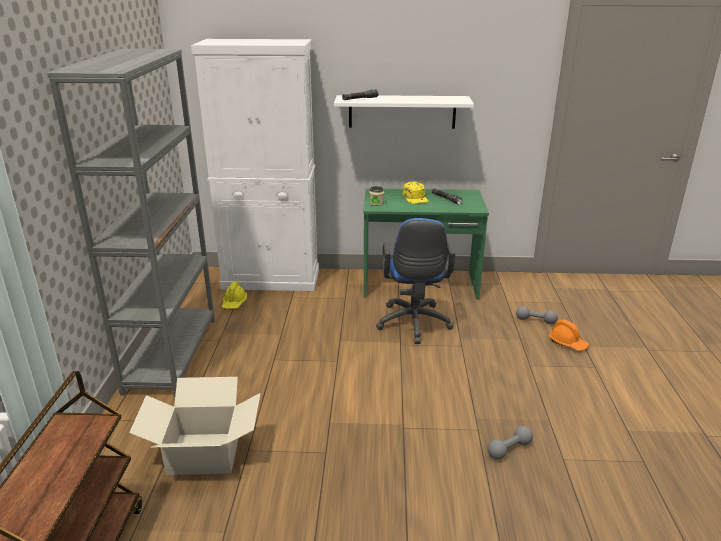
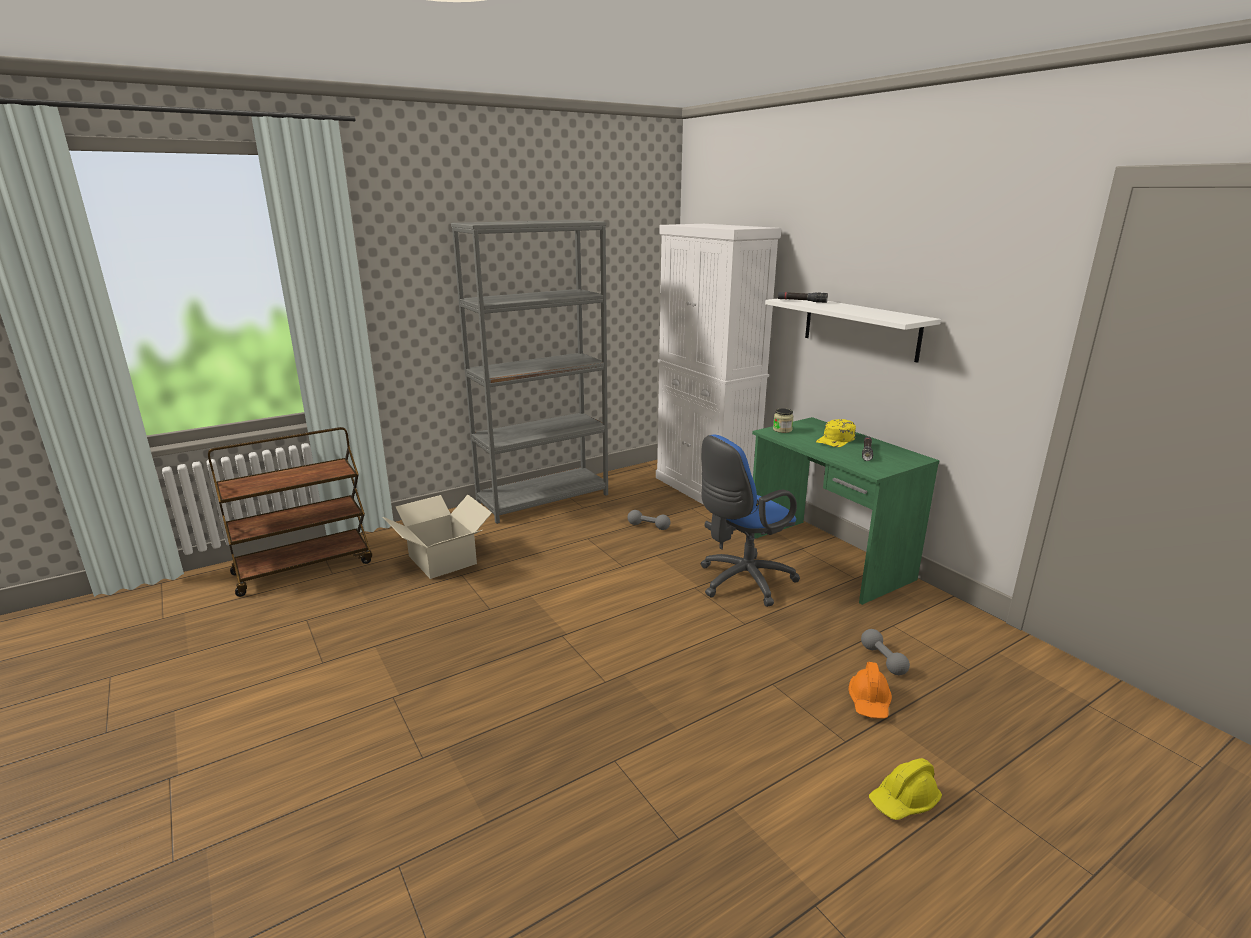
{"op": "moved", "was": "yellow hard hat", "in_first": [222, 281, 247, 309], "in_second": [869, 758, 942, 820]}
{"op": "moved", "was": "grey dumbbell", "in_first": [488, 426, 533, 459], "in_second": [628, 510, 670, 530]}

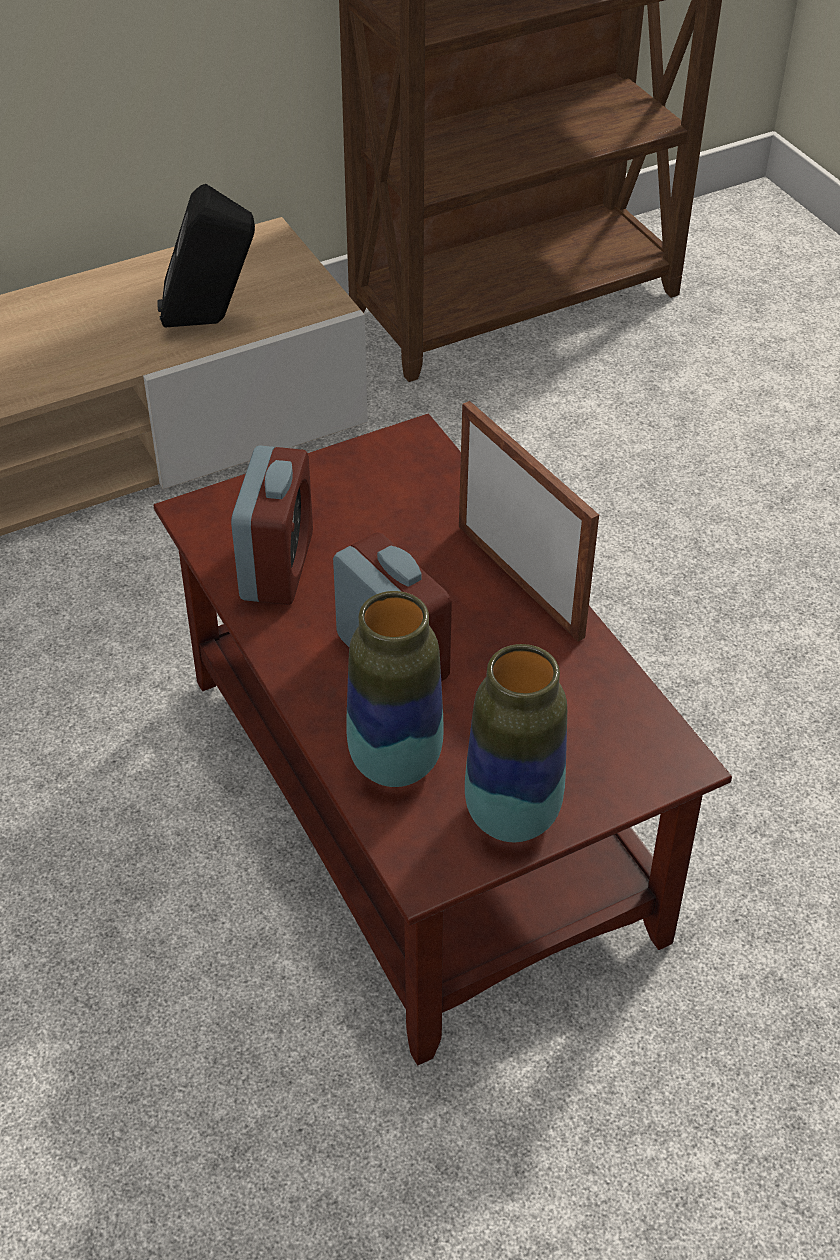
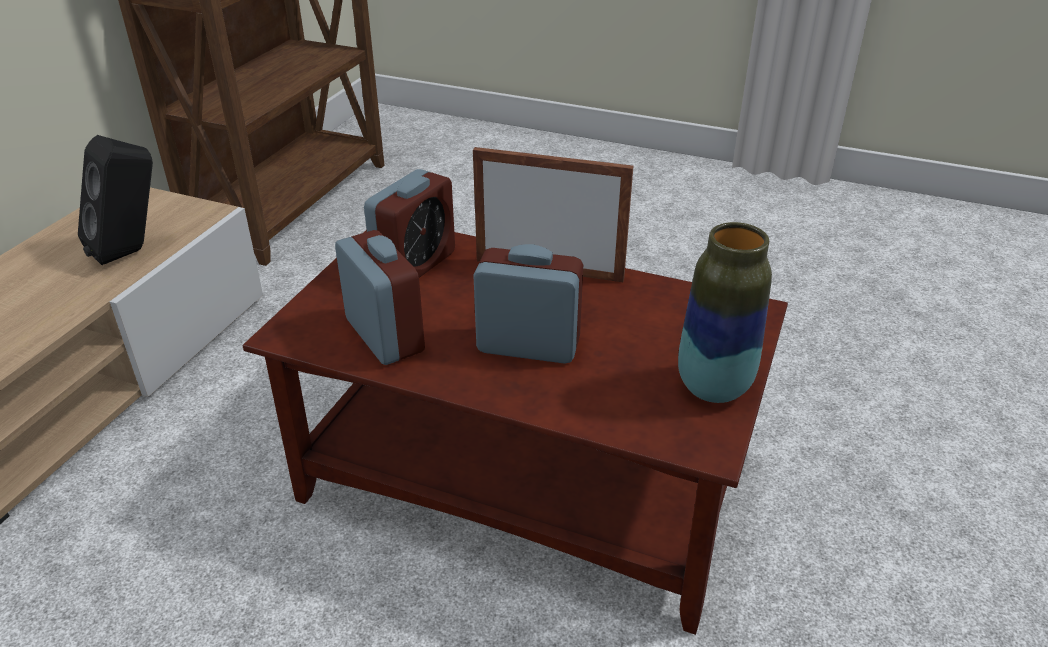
{"op": "removed", "was": "decorative vase", "in_first": [346, 591, 444, 787]}
{"op": "added", "now": "bedside clock", "in_second": [364, 169, 455, 278]}

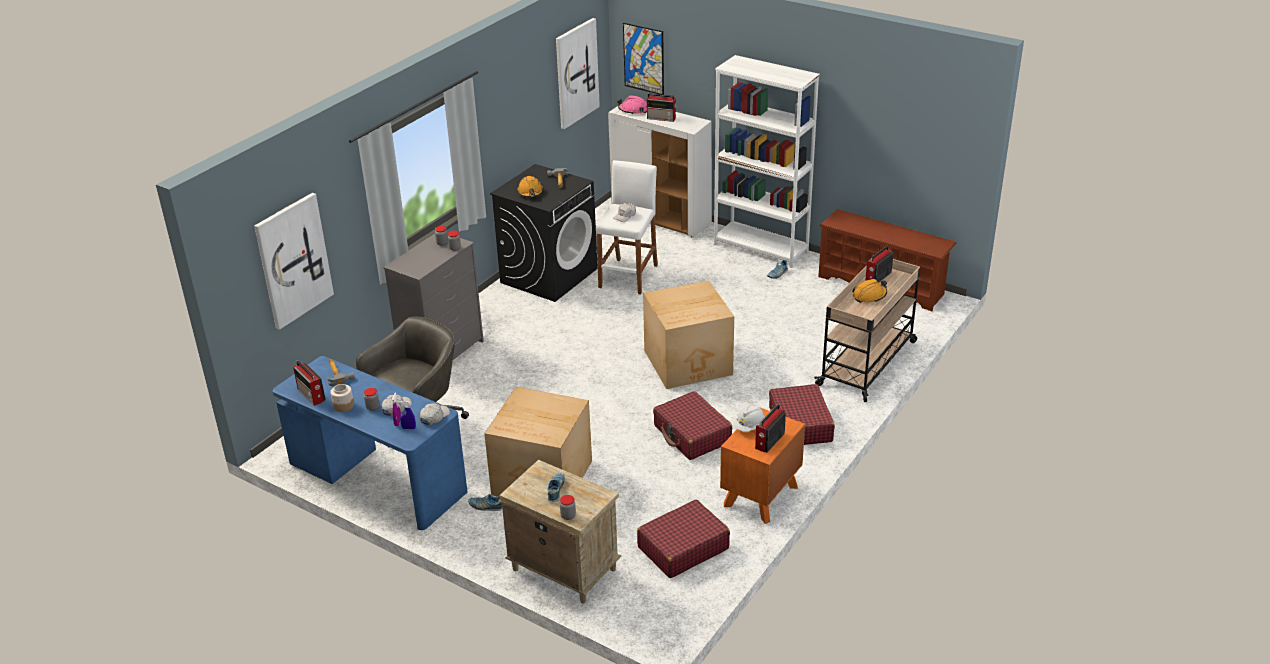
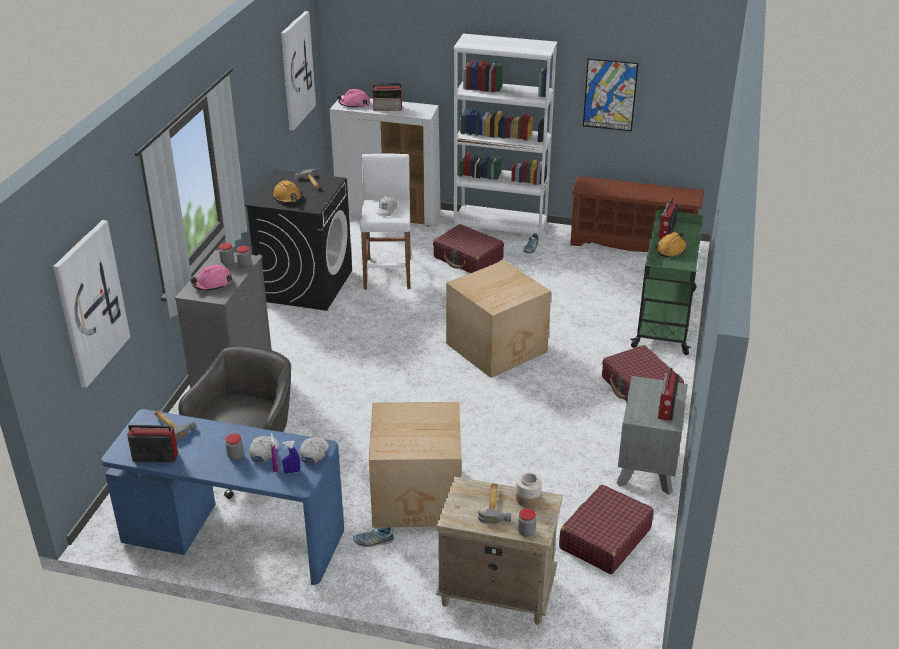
{"op": "turned", "was": "radio set", "in_first": [293, 360, 326, 406], "in_second": [127, 425, 178, 463], "clockwise": 150}
{"op": "moved", "was": "storage jar", "in_first": [330, 384, 354, 412], "in_second": [516, 473, 542, 507]}
{"op": "replaced", "was": "low shoe", "now": "hammer", "in_first": [547, 472, 565, 502], "in_second": [478, 483, 511, 524]}
{"op": "moved", "was": "wall art", "in_first": [623, 23, 664, 95], "in_second": [583, 58, 639, 131]}
{"op": "moved", "was": "red-coloured suitcase", "in_first": [653, 391, 732, 460], "in_second": [433, 224, 504, 273]}
{"op": "recoloured", "was": "orange night table", "now": "grey night table", "in_first": [720, 407, 805, 524], "in_second": [616, 376, 688, 495]}
{"op": "removed", "was": "white hard hat", "in_first": [733, 404, 765, 432]}
{"op": "recoloured", "was": "beige-coloured wheeled cart", "now": "green wheeled cart", "in_first": [814, 259, 920, 402], "in_second": [630, 210, 703, 355]}
{"op": "added", "now": "pink hard hat", "in_second": [190, 264, 232, 291]}

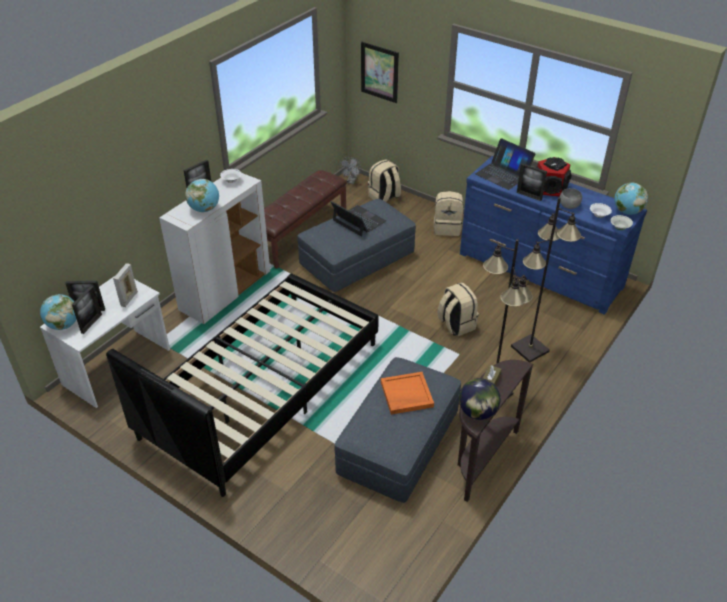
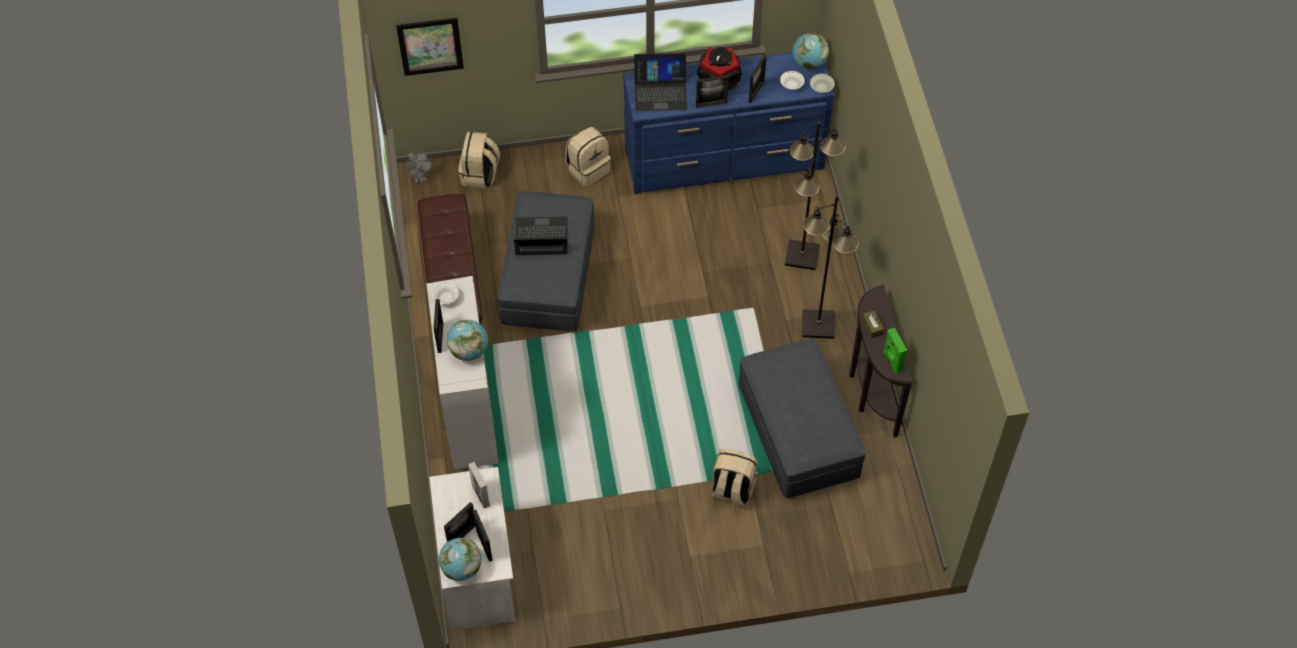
{"op": "removed", "was": "blackish bed", "in_first": [106, 273, 379, 497]}
{"op": "removed", "was": "orange carrying tray", "in_first": [381, 372, 434, 415]}
{"op": "moved", "was": "beige-coloured knapsack", "in_first": [438, 283, 479, 336], "in_second": [711, 449, 758, 507]}
{"op": "replaced", "was": "desk globe", "now": "green audio speaker", "in_first": [459, 378, 500, 420], "in_second": [883, 328, 907, 374]}
{"op": "replaced", "was": "grey serving bowl", "now": "picture frame", "in_first": [560, 188, 582, 209], "in_second": [749, 55, 767, 103]}

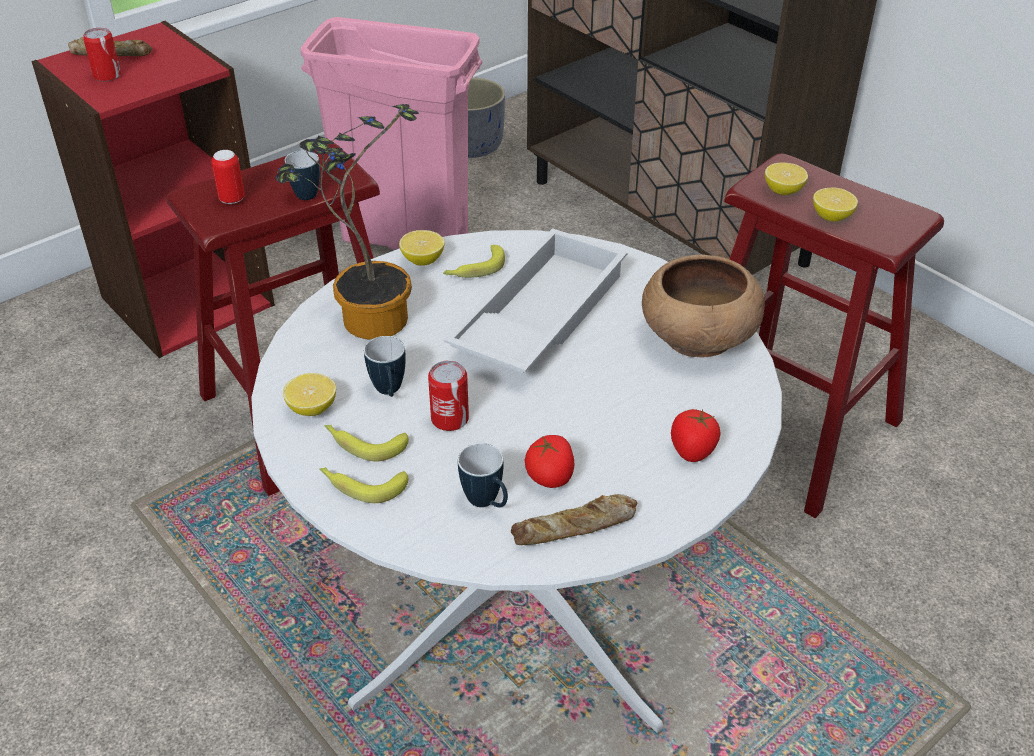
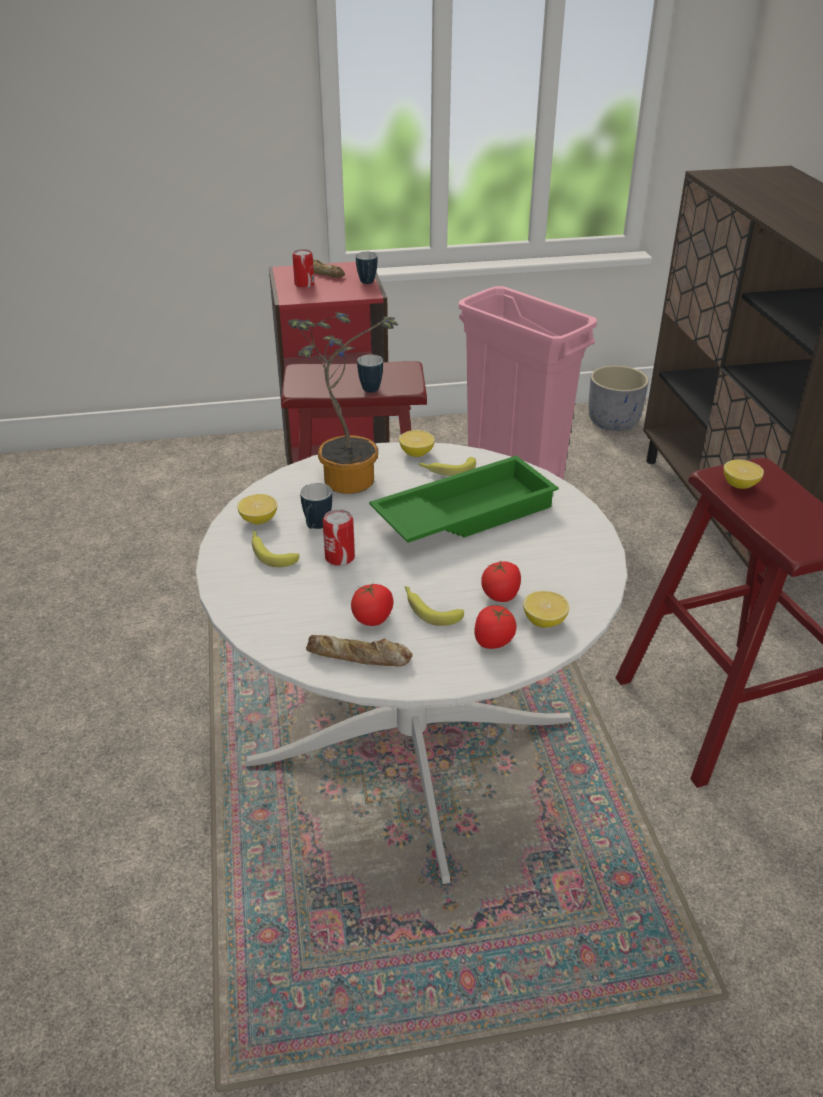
{"op": "removed", "was": "sealed can", "in_first": [211, 150, 245, 204]}
{"op": "moved", "was": "whole banana", "in_first": [320, 467, 408, 503], "in_second": [404, 586, 464, 626]}
{"op": "recoloured", "was": "white carrying tray", "now": "green carrying tray", "in_first": [444, 228, 628, 374], "in_second": [369, 455, 559, 543]}
{"op": "moved", "was": "mug", "in_first": [458, 443, 508, 508], "in_second": [356, 252, 377, 284]}
{"op": "removed", "was": "brown serving bowl", "in_first": [642, 255, 765, 357]}
{"op": "moved", "was": "citrus fruit", "in_first": [813, 188, 858, 222], "in_second": [523, 591, 569, 628]}
{"op": "added", "now": "fresh tomato", "in_second": [481, 561, 521, 602]}

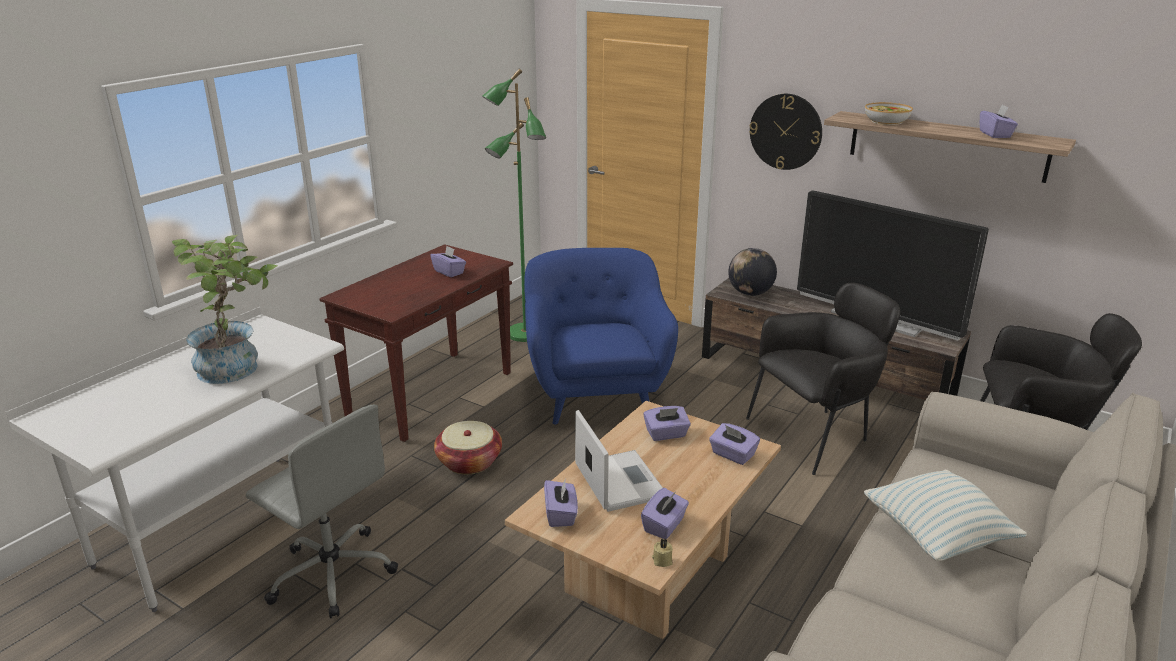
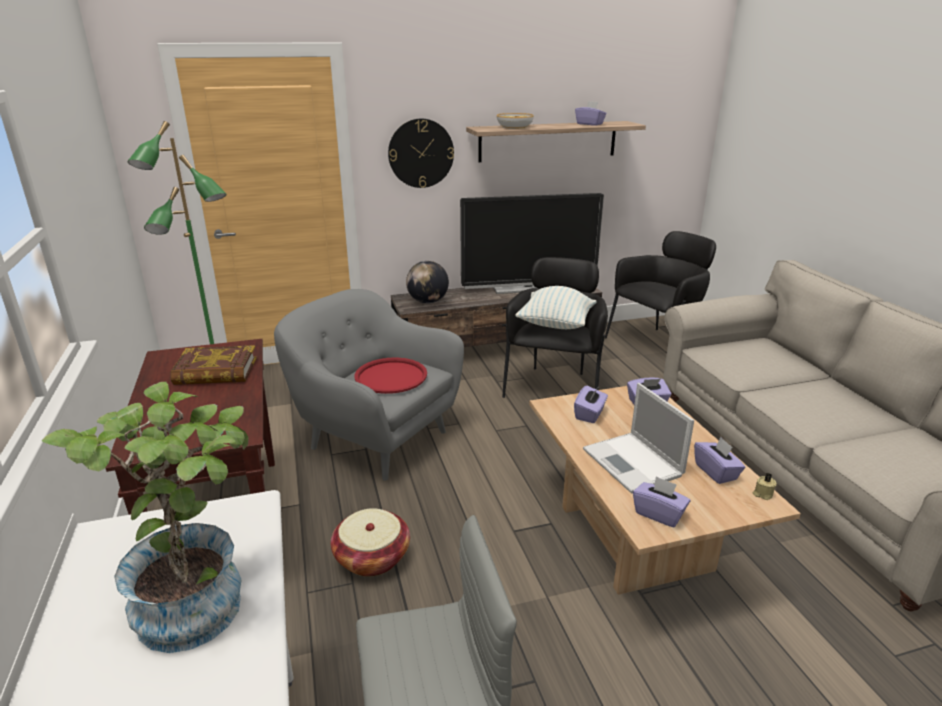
{"op": "replaced", "was": "purple-coloured tissue box", "now": "bound book", "in_first": [430, 246, 466, 277], "in_second": [170, 345, 256, 385]}
{"op": "recoloured", "was": "blue easy chair", "now": "grey easy chair", "in_first": [524, 248, 678, 425], "in_second": [274, 289, 464, 481]}
{"op": "turned", "was": "portable computer", "in_first": [575, 410, 663, 512], "in_second": [583, 383, 694, 494], "clockwise": -135}
{"op": "moved", "was": "cushion", "in_first": [864, 470, 1027, 561], "in_second": [516, 286, 597, 329]}
{"op": "added", "now": "red-coloured carrying tray", "in_second": [355, 358, 427, 394]}

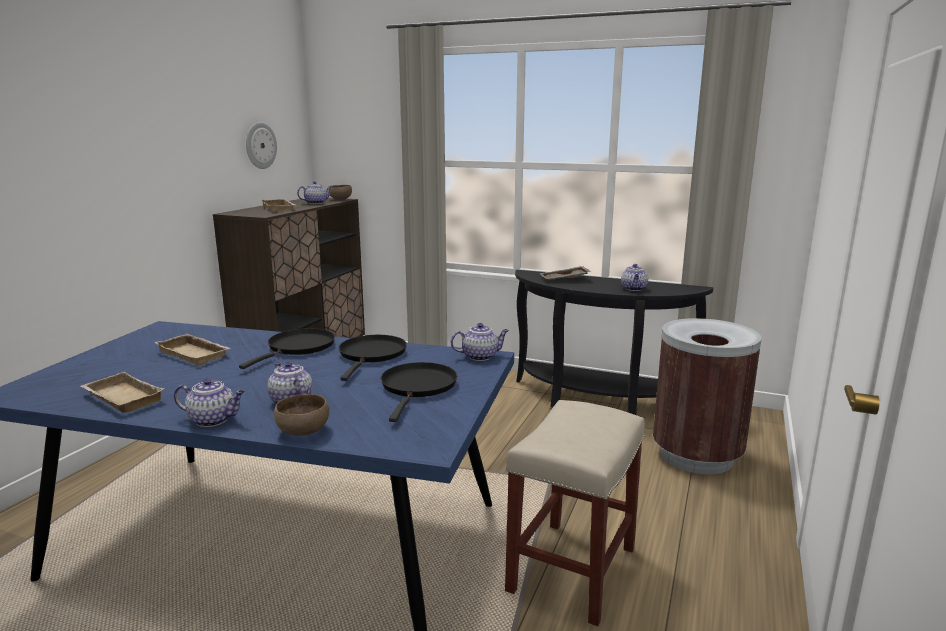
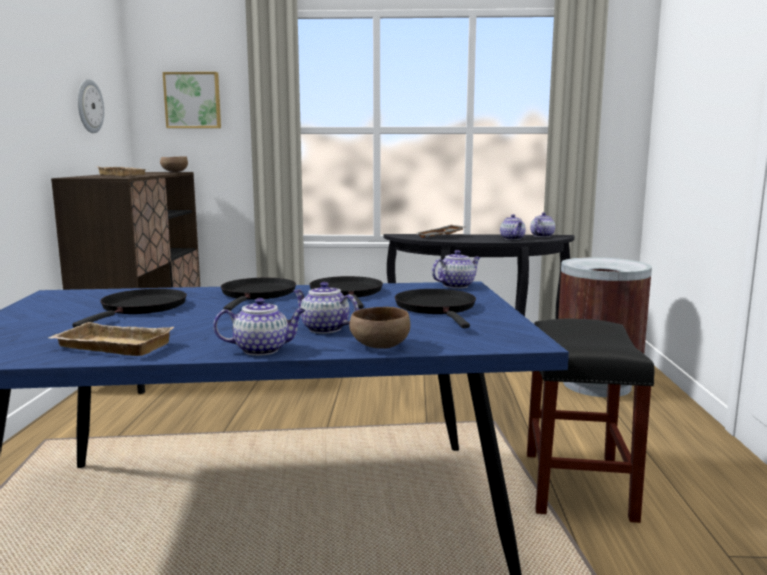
{"op": "replaced", "was": "beige-coloured carrying tray", "now": "blackish skillet", "in_first": [154, 334, 231, 366], "in_second": [72, 289, 187, 328]}
{"op": "moved", "was": "tea pot", "in_first": [297, 181, 332, 204], "in_second": [530, 212, 555, 237]}
{"op": "recoloured", "was": "beige-coloured stool seat", "now": "blackish stool seat", "in_first": [505, 400, 645, 626], "in_second": [527, 319, 655, 523]}
{"op": "added", "now": "wall art", "in_second": [163, 72, 221, 128]}

